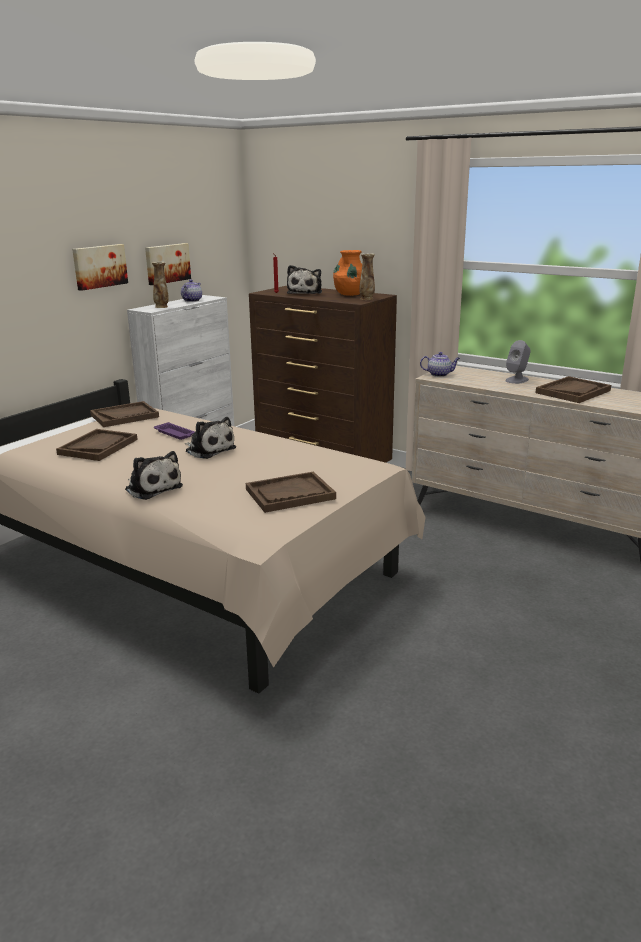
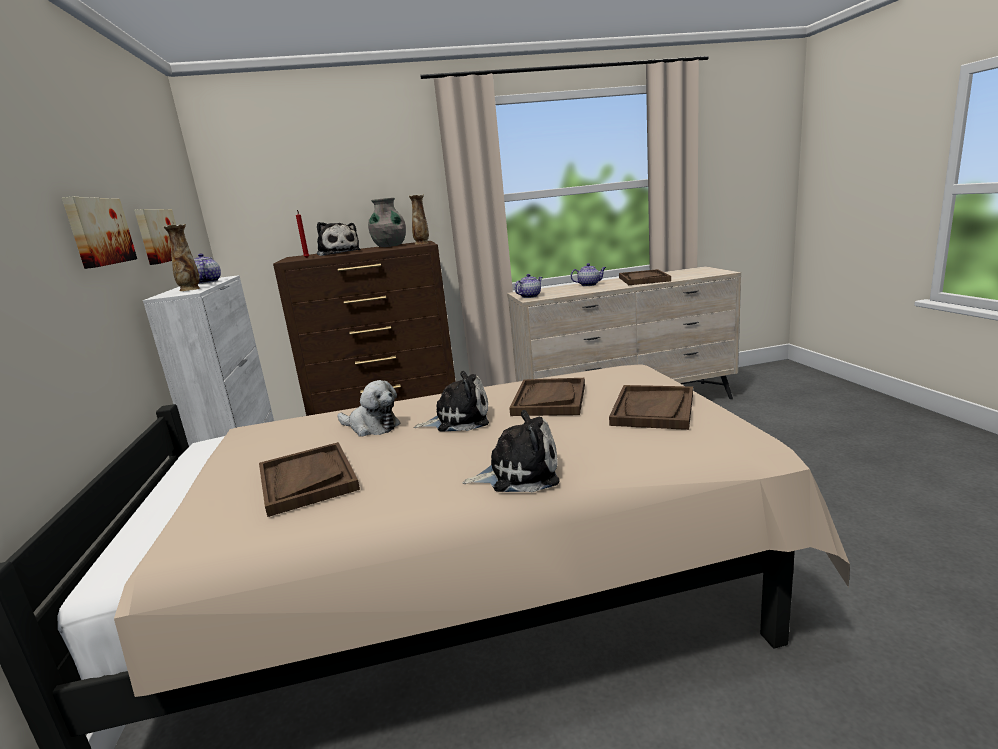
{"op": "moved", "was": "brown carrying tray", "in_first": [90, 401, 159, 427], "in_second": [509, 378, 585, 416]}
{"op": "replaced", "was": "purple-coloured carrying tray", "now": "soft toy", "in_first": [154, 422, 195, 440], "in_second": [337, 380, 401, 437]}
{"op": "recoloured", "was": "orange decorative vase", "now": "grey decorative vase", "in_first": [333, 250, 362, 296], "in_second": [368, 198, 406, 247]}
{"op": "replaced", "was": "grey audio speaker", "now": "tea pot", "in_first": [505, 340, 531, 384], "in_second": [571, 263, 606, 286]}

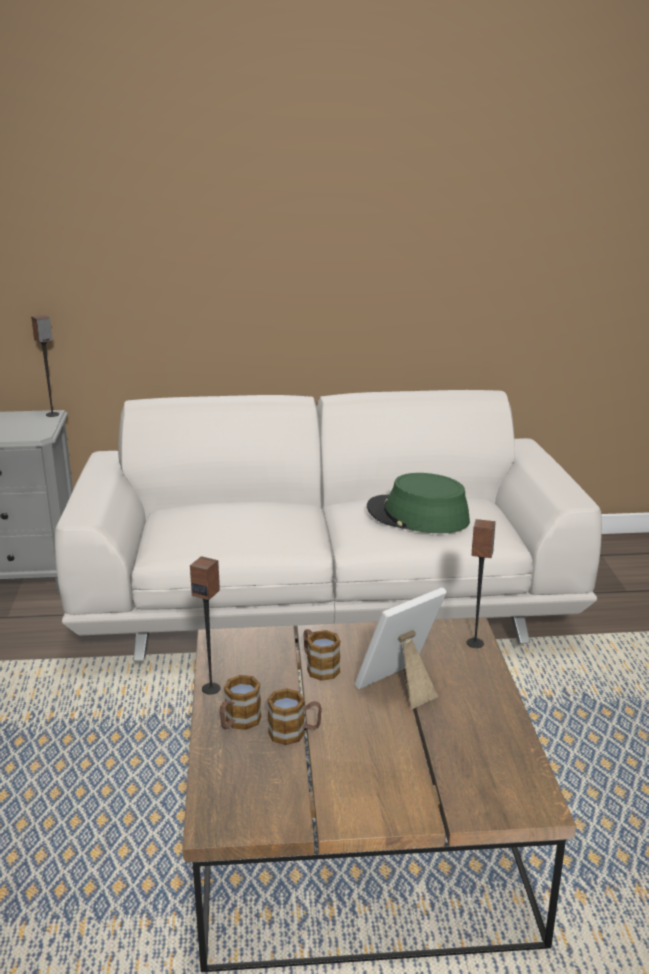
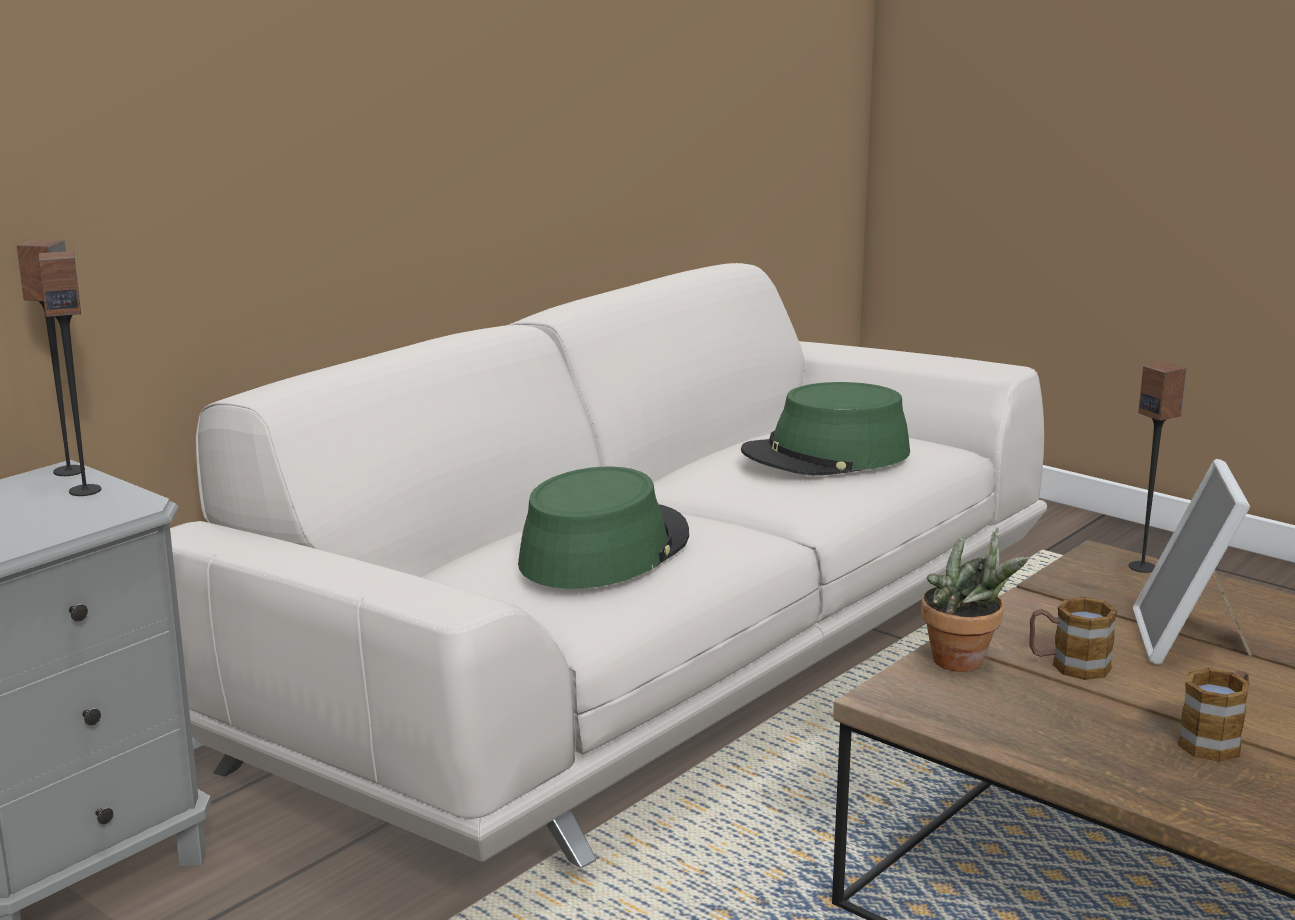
{"op": "moved", "was": "audio speaker", "in_first": [190, 556, 221, 694], "in_second": [39, 251, 101, 496]}
{"op": "removed", "was": "mug", "in_first": [220, 675, 261, 730]}
{"op": "added", "now": "green hat", "in_second": [518, 467, 689, 589]}
{"op": "added", "now": "plant in a pot", "in_second": [921, 527, 1028, 672]}

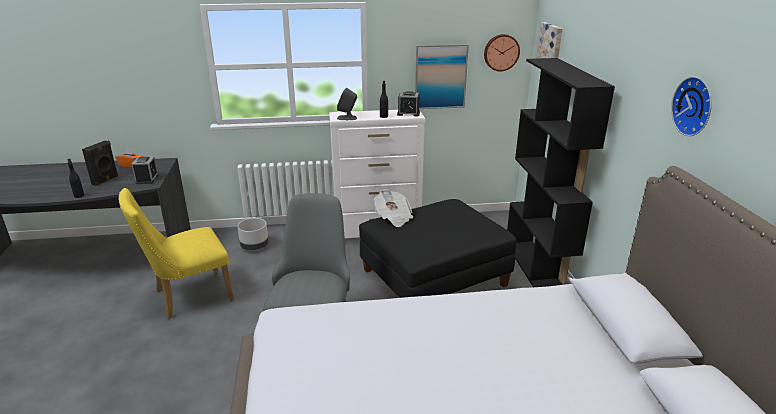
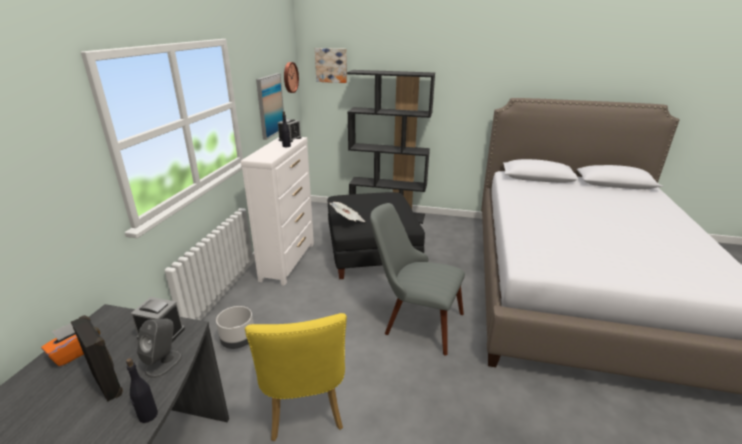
{"op": "moved", "was": "grey audio speaker", "in_first": [337, 88, 357, 120], "in_second": [137, 318, 182, 378]}
{"op": "removed", "was": "wall clock", "in_first": [671, 76, 712, 136]}

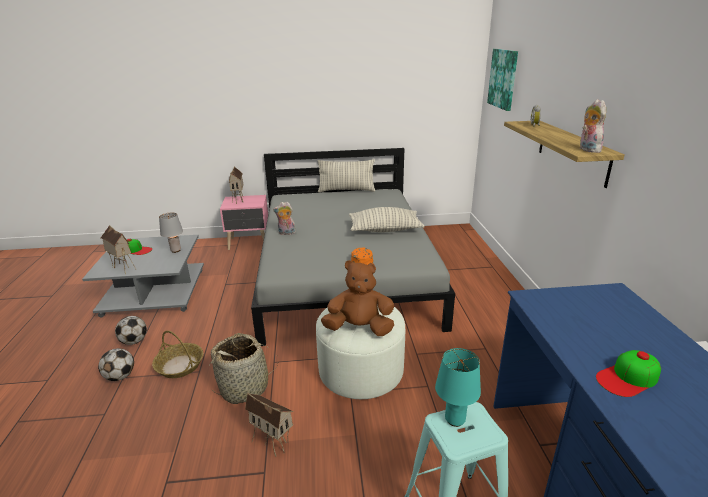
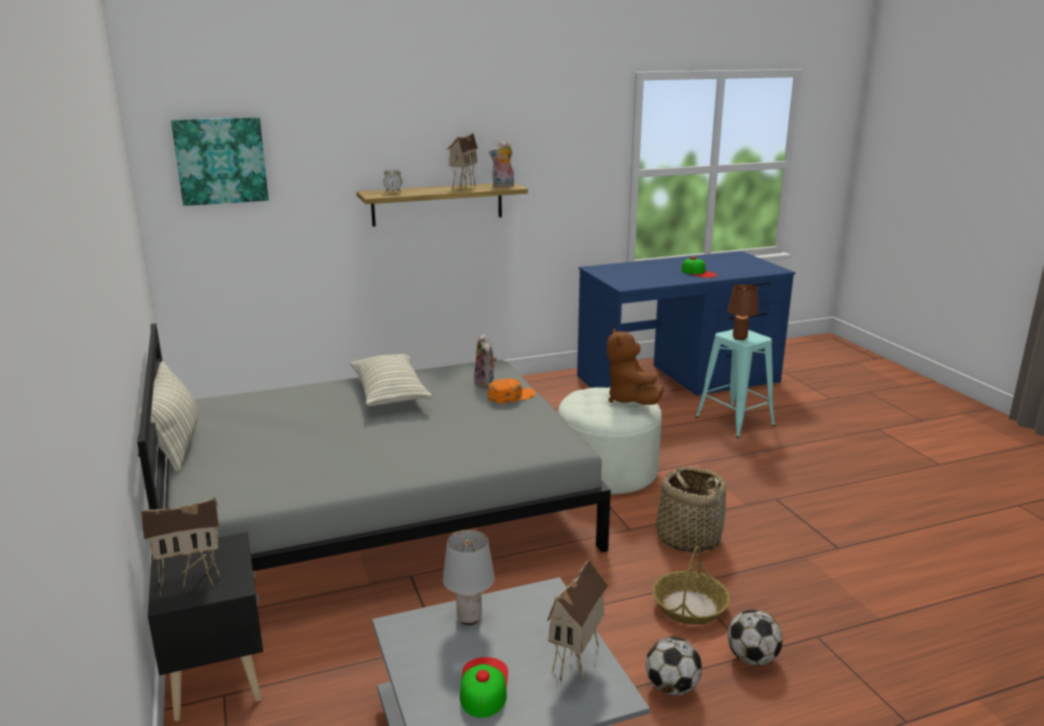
{"op": "recoloured", "was": "pink night table", "now": "blackish night table", "in_first": [220, 195, 268, 250], "in_second": [148, 532, 263, 721]}
{"op": "moved", "was": "miniature house", "in_first": [245, 393, 294, 457], "in_second": [447, 133, 478, 191]}
{"op": "moved", "was": "soft toy", "in_first": [273, 202, 296, 235], "in_second": [474, 333, 497, 388]}
{"op": "recoloured", "was": "turquoise lamp for a table", "now": "brown lamp for a table", "in_first": [435, 348, 481, 427], "in_second": [728, 284, 758, 340]}

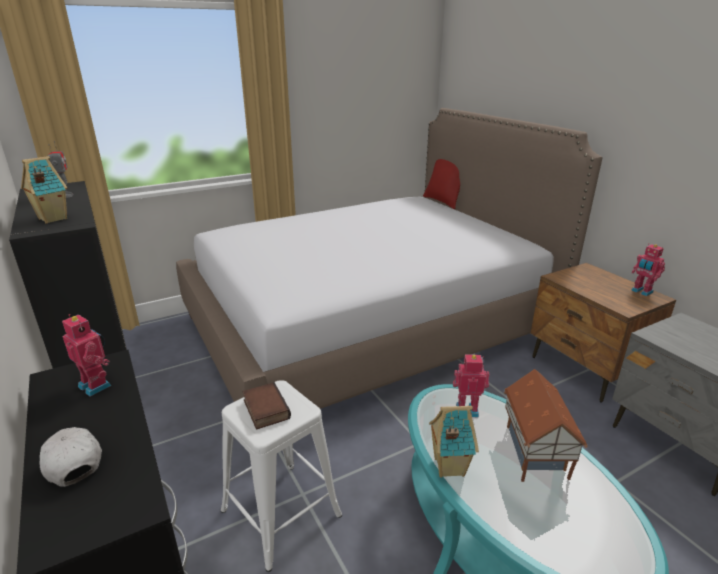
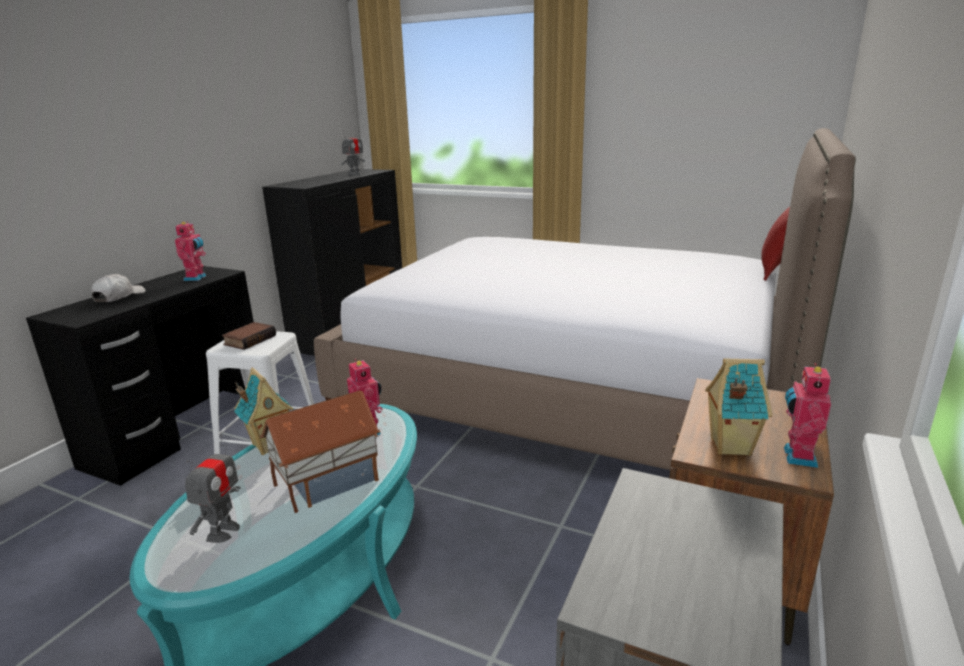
{"op": "moved", "was": "miniature house", "in_first": [21, 156, 67, 224], "in_second": [705, 358, 772, 456]}
{"op": "added", "now": "model robot", "in_second": [185, 435, 240, 543]}

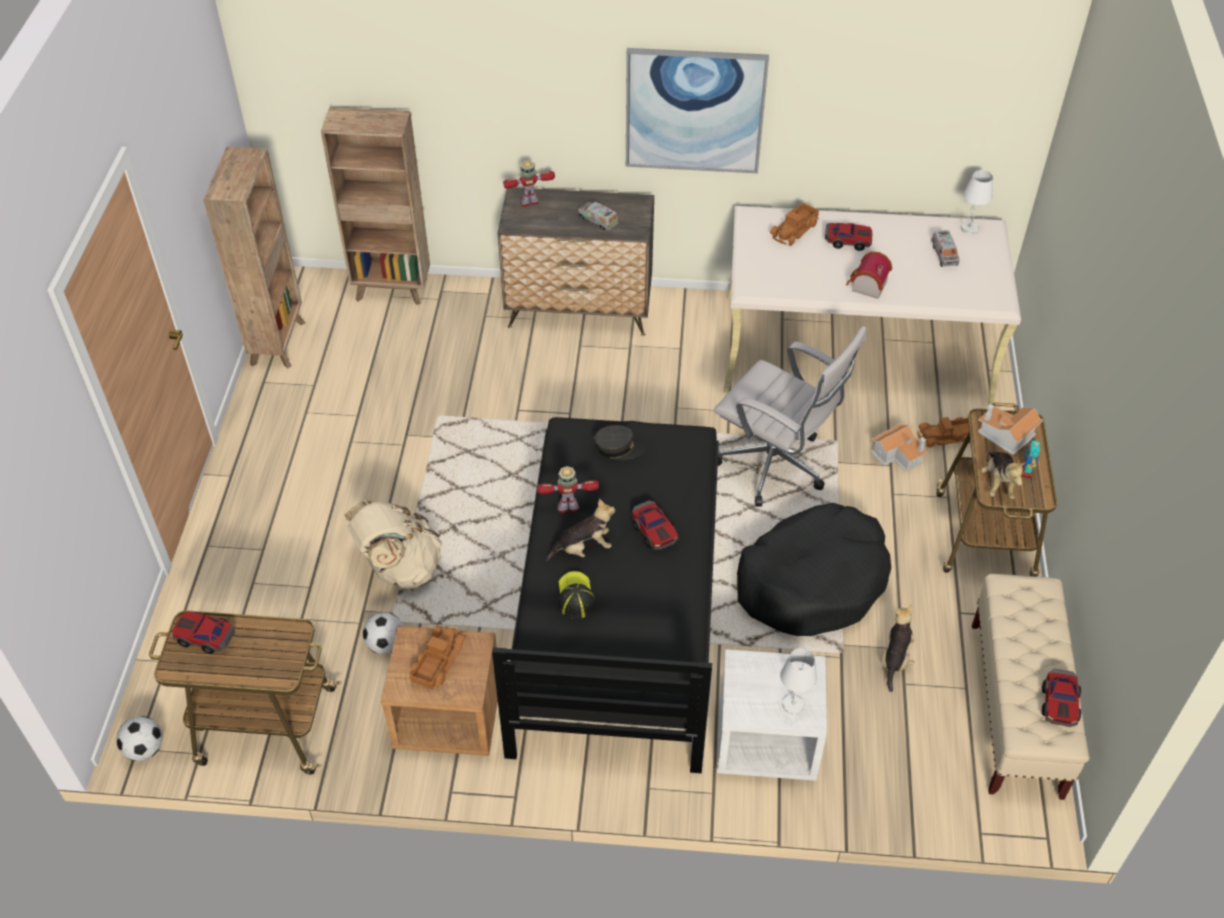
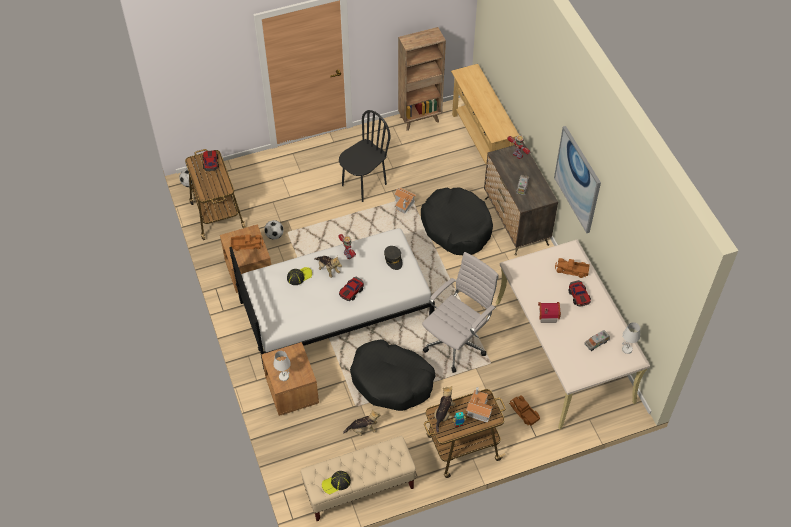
{"op": "replaced", "was": "brown bookshelf", "now": "beige-coloured hall table", "in_first": [321, 107, 430, 305], "in_second": [451, 64, 519, 164]}
{"op": "removed", "was": "beige-coloured knapsack", "in_first": [345, 500, 442, 590]}
{"op": "recoloured", "was": "blackish bed", "now": "white bed", "in_first": [492, 417, 719, 773], "in_second": [229, 228, 435, 369]}
{"op": "turned", "was": "white computer chair", "in_first": [714, 326, 866, 507], "in_second": [422, 252, 498, 373], "clockwise": -150}
{"op": "recoloured", "was": "white night table", "now": "brown night table", "in_first": [717, 649, 827, 781], "in_second": [261, 342, 319, 416]}
{"op": "moved", "was": "miniature house", "in_first": [871, 423, 928, 471], "in_second": [394, 187, 417, 214]}
{"op": "turned", "was": "soft toy", "in_first": [981, 452, 1026, 499], "in_second": [434, 386, 455, 433], "clockwise": 135}
{"op": "replaced", "was": "miniature car", "now": "cap", "in_first": [1042, 668, 1081, 727], "in_second": [322, 471, 351, 495]}
{"op": "added", "now": "blackish upright chair", "in_second": [339, 110, 390, 202]}
{"op": "added", "now": "blackish pet bed", "in_second": [421, 187, 493, 255]}

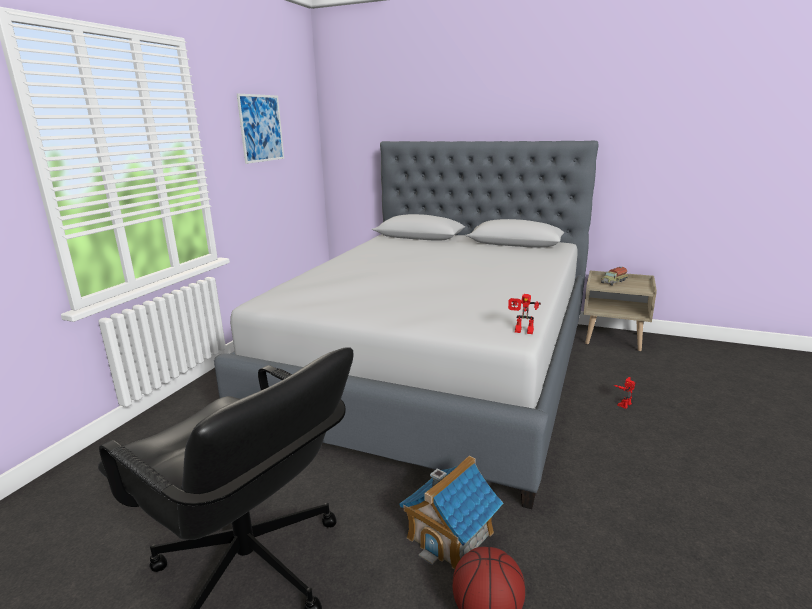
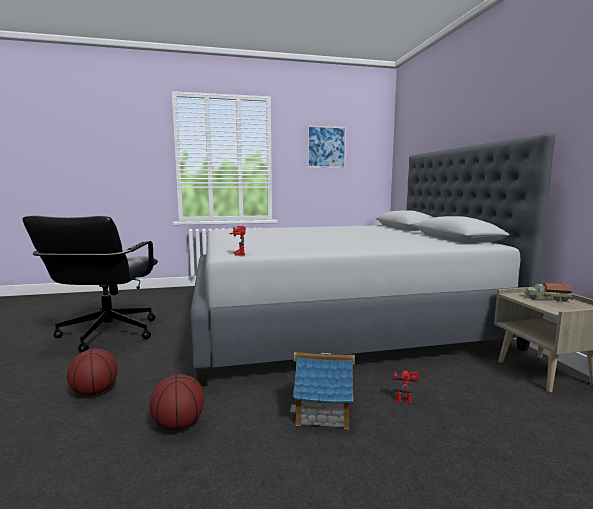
{"op": "moved", "was": "miniature house", "in_first": [399, 455, 503, 570], "in_second": [290, 352, 355, 430]}
{"op": "added", "now": "basketball", "in_second": [150, 374, 204, 431]}

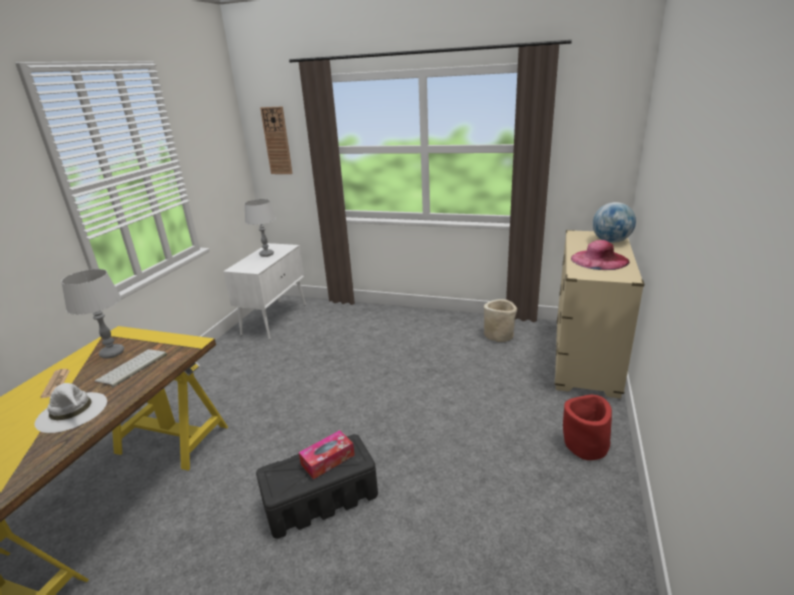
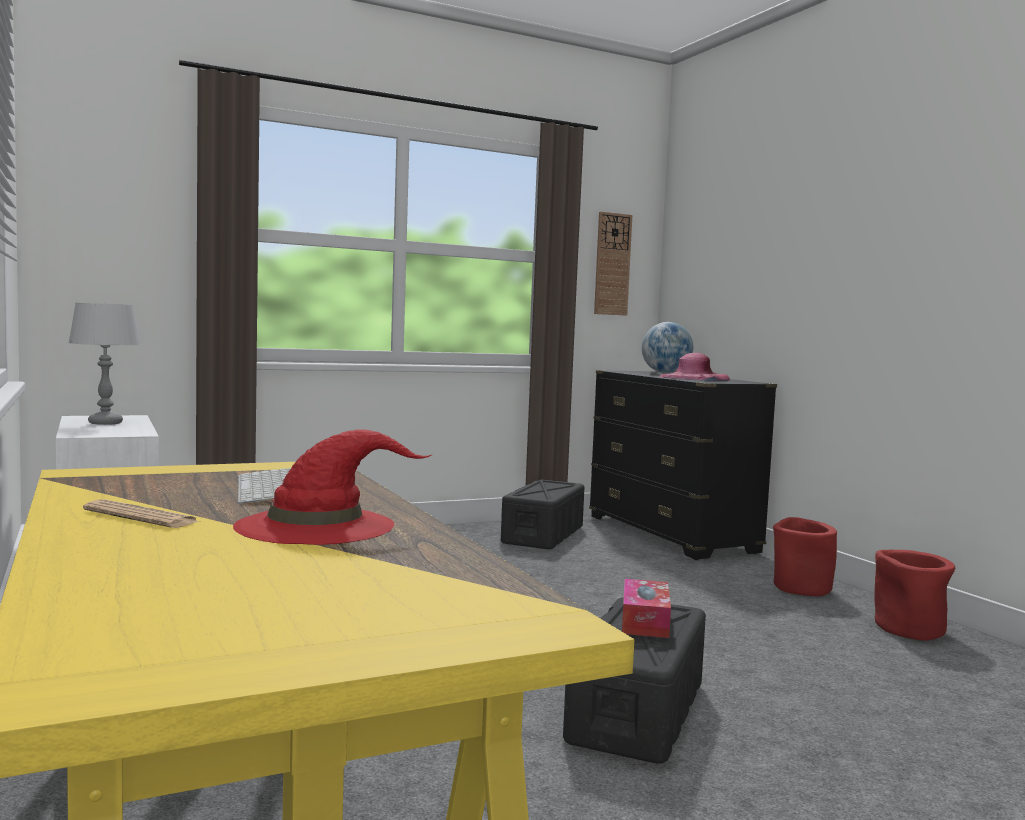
{"op": "recoloured", "was": "white hat", "now": "red-coloured hat", "in_first": [35, 383, 107, 433], "in_second": [233, 429, 432, 545]}
{"op": "removed", "was": "grey lamp for a table", "in_first": [61, 269, 124, 359]}
{"op": "moved", "was": "wall clock", "in_first": [260, 106, 293, 174], "in_second": [594, 212, 632, 316]}
{"op": "replaced", "was": "beige-coloured planter", "now": "blackish storage container", "in_first": [484, 299, 517, 342], "in_second": [501, 480, 585, 549]}
{"op": "recoloured", "was": "beige-coloured drawer chest", "now": "blackish drawer chest", "in_first": [555, 230, 644, 399], "in_second": [589, 370, 777, 560]}
{"op": "added", "now": "red-coloured planter", "in_second": [874, 550, 955, 641]}

